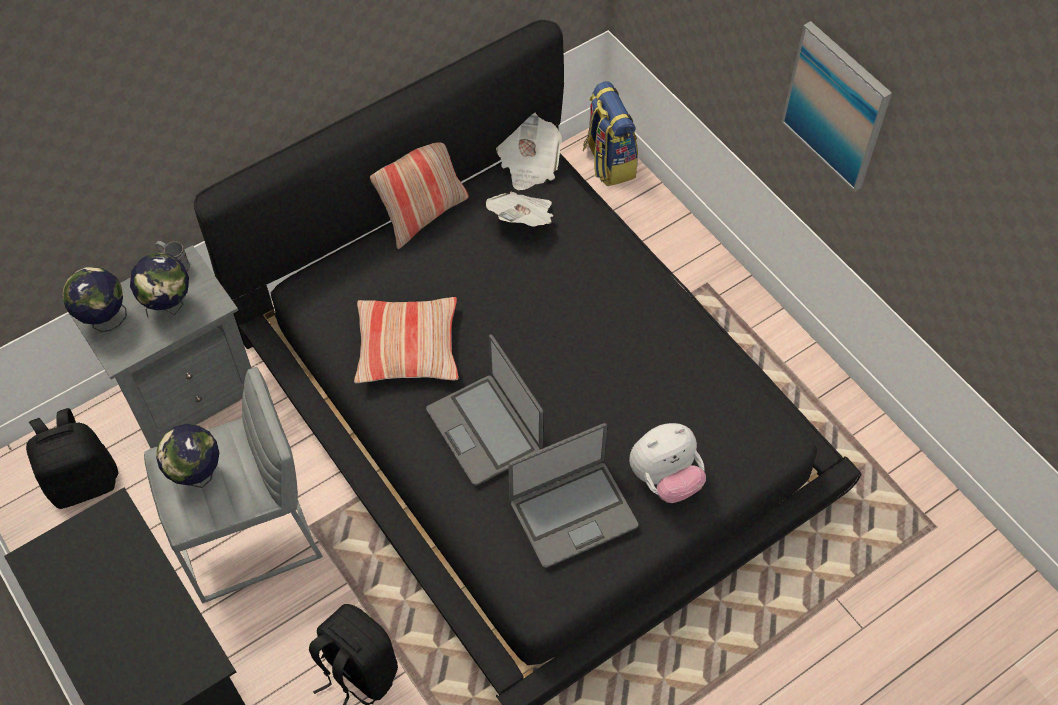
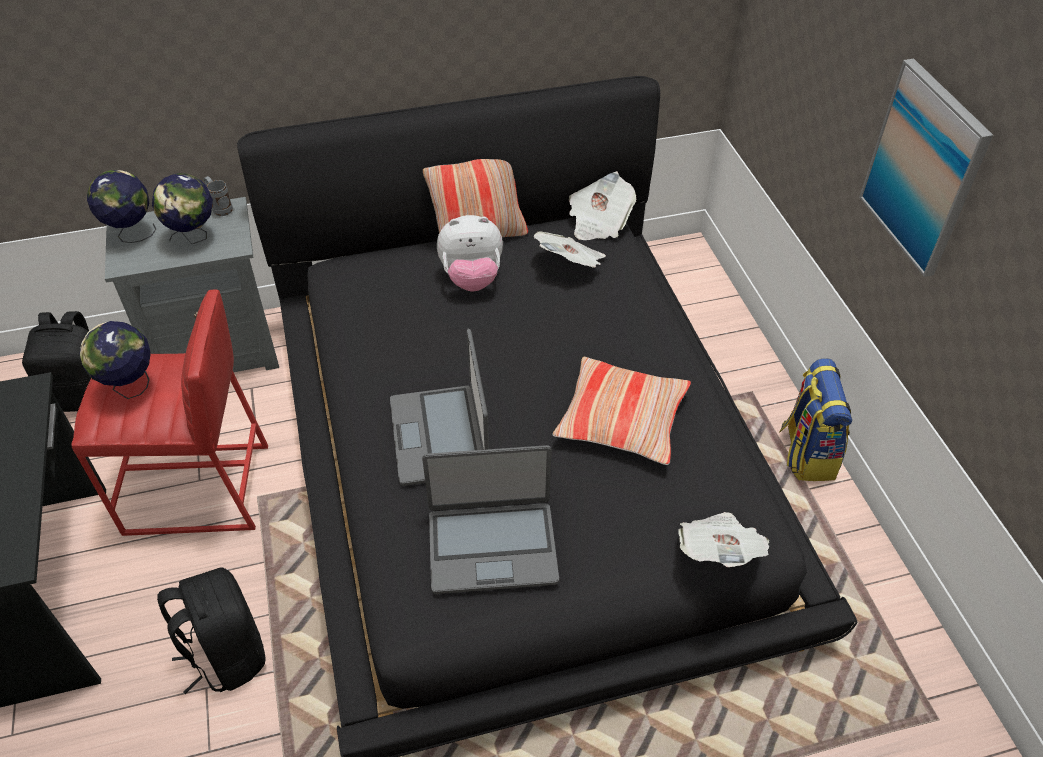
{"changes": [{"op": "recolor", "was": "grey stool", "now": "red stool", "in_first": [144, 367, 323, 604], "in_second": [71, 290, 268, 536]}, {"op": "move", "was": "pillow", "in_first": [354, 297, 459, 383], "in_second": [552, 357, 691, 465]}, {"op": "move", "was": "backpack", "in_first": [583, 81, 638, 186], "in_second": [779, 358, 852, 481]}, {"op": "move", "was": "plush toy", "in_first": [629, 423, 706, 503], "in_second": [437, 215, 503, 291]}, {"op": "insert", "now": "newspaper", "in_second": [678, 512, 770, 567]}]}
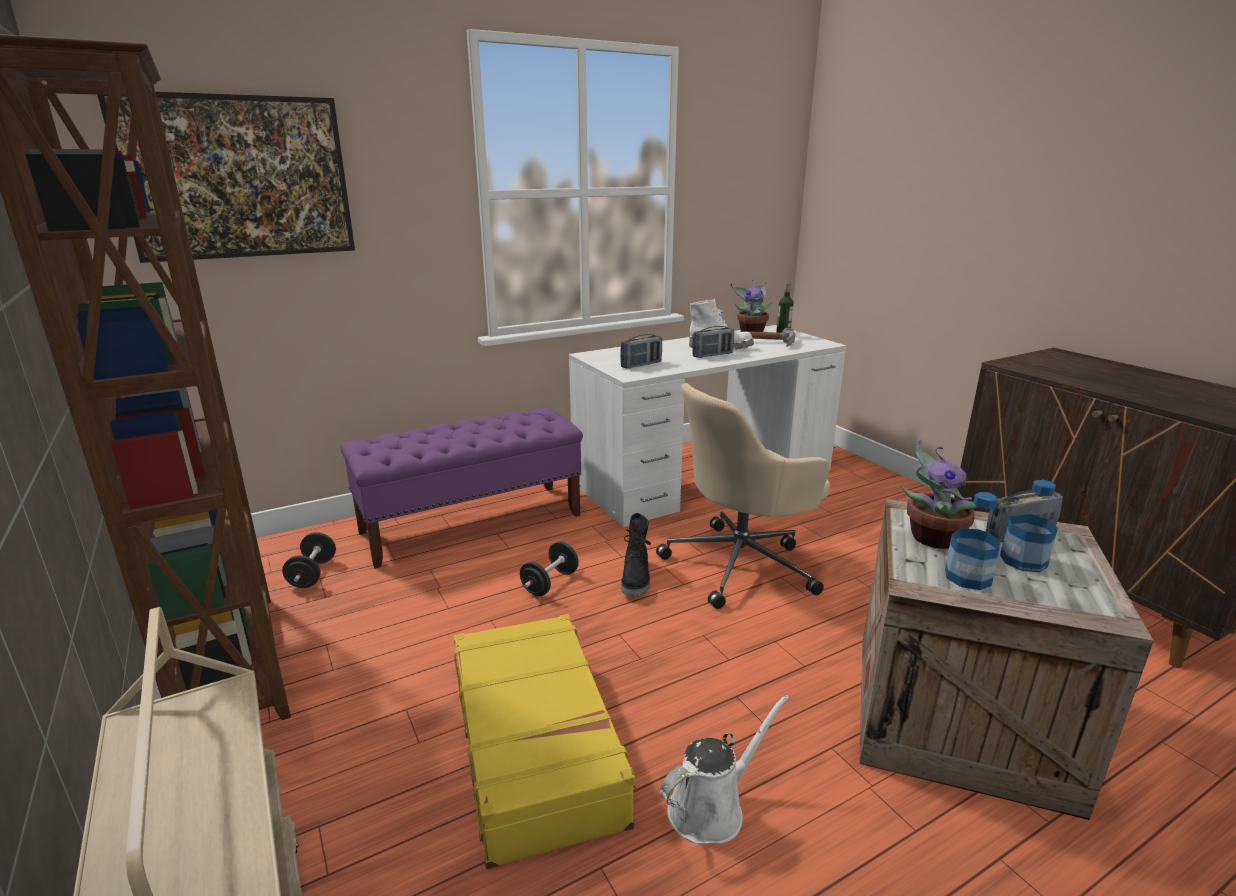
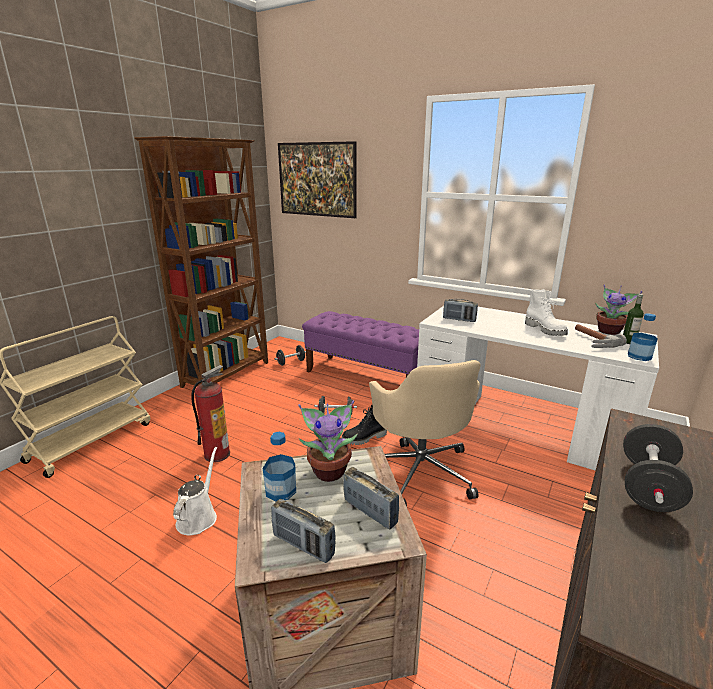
{"changes": [{"op": "replace", "was": "yellow suitcase", "now": "fire extinguisher", "in_first": [454, 614, 637, 869], "in_second": [191, 365, 230, 462]}, {"op": "rotate", "was": "beige office chair", "in_first": [656, 383, 830, 609], "in_second": [369, 360, 481, 506], "clockwise": -135}, {"op": "rotate", "was": "white watering can", "in_first": [660, 694, 789, 844], "in_second": [173, 447, 217, 535], "clockwise": -105}, {"op": "move", "was": "radio", "in_first": [692, 326, 734, 358], "in_second": [271, 499, 336, 563]}, {"op": "move", "was": "bottle", "in_first": [1000, 480, 1058, 572], "in_second": [628, 313, 658, 361]}, {"op": "insert", "now": "black dumbbell", "in_second": [623, 424, 693, 512]}]}
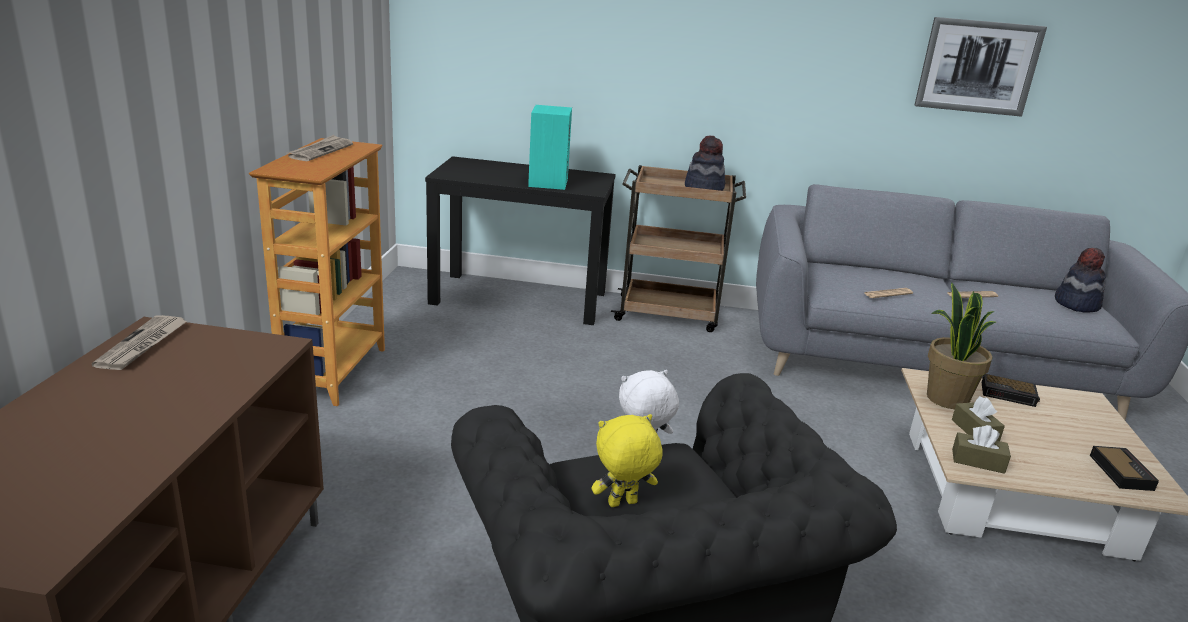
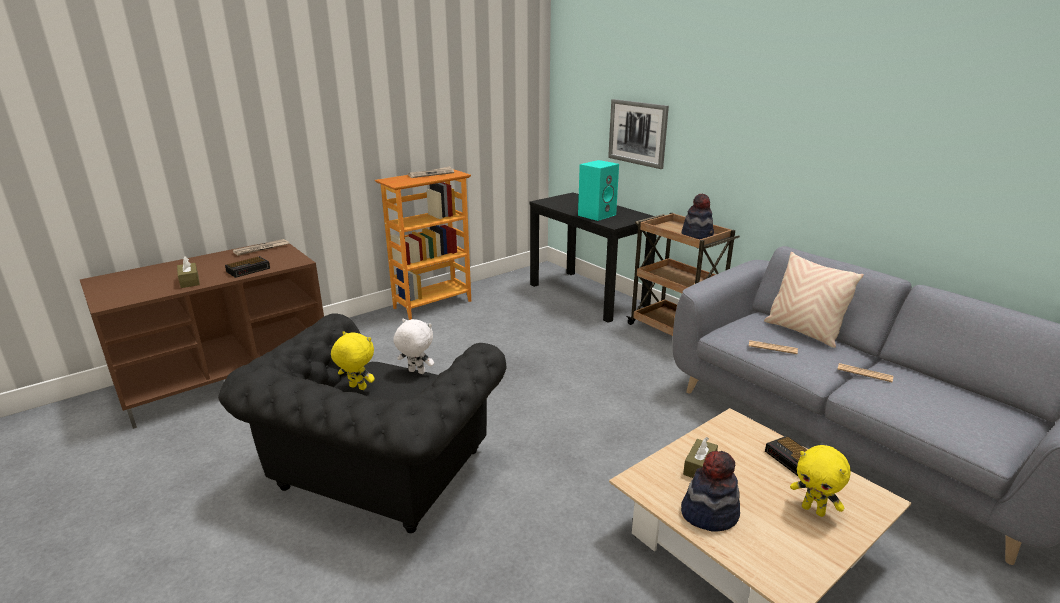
{"changes": [{"op": "move", "was": "picture", "in_first": [914, 17, 1047, 117], "in_second": [608, 99, 669, 169]}, {"op": "delete", "was": "potted plant", "in_first": [927, 282, 996, 409]}, {"op": "move", "was": "brown tissue box", "in_first": [952, 425, 1011, 474], "in_second": [177, 256, 200, 288]}, {"op": "move", "was": "hat", "in_first": [1055, 248, 1106, 313], "in_second": [681, 451, 740, 532]}, {"op": "move", "was": "alarm clock", "in_first": [1090, 446, 1159, 491], "in_second": [225, 256, 270, 278]}, {"op": "insert", "now": "beige pillow", "in_second": [764, 252, 864, 348]}, {"op": "insert", "now": "yellow plush toy", "in_second": [790, 445, 851, 517]}]}
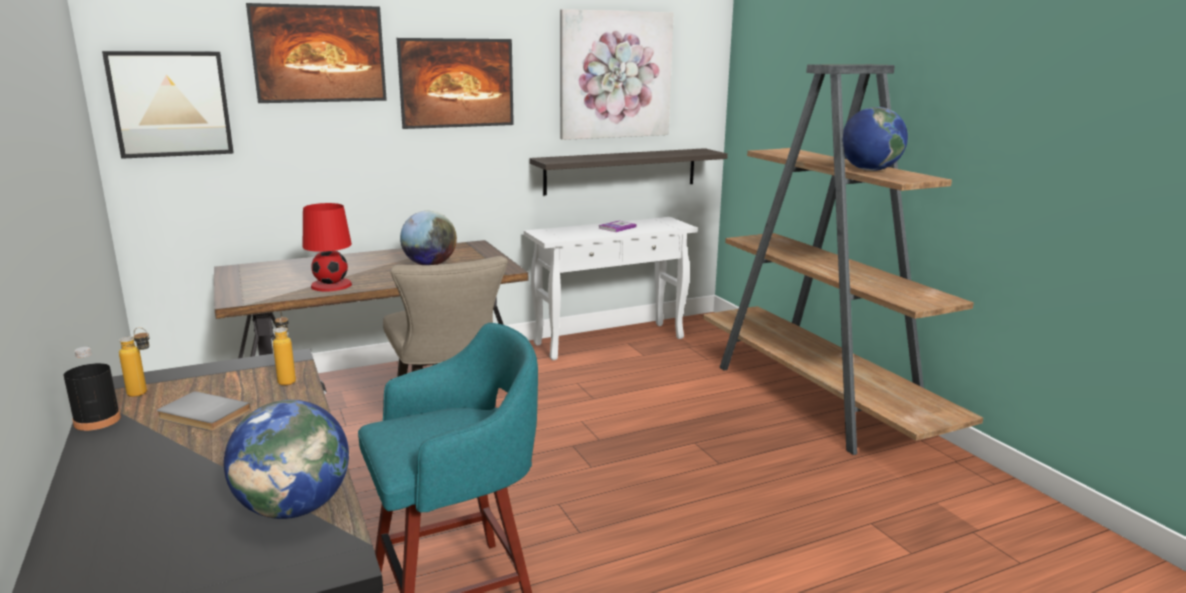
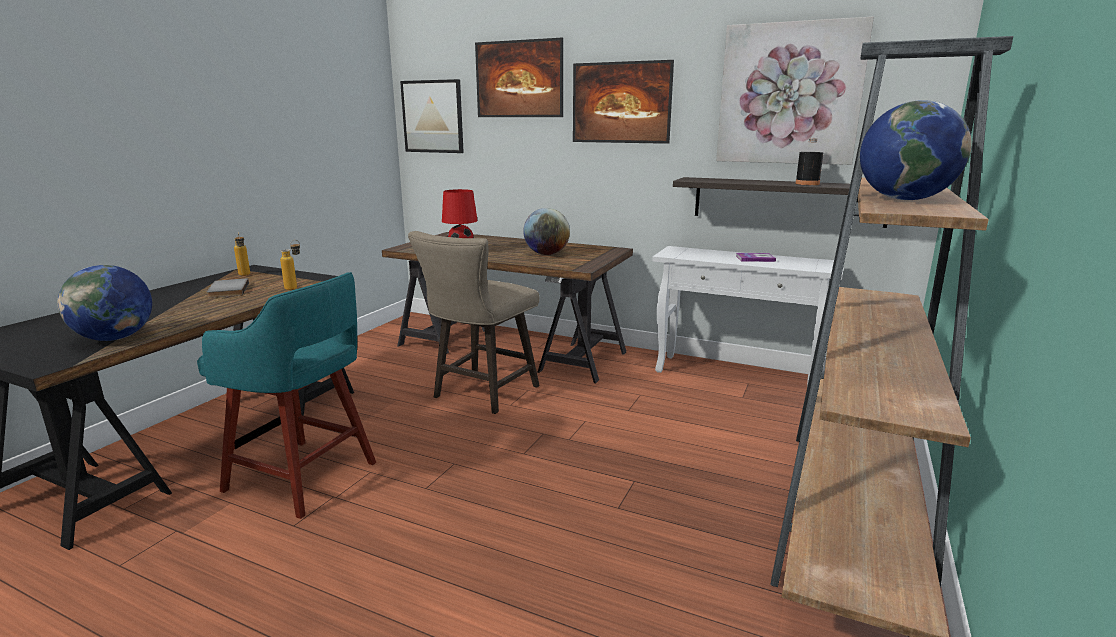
{"changes": [{"op": "move", "was": "black bottle", "in_first": [63, 347, 121, 431], "in_second": [795, 138, 823, 185]}]}
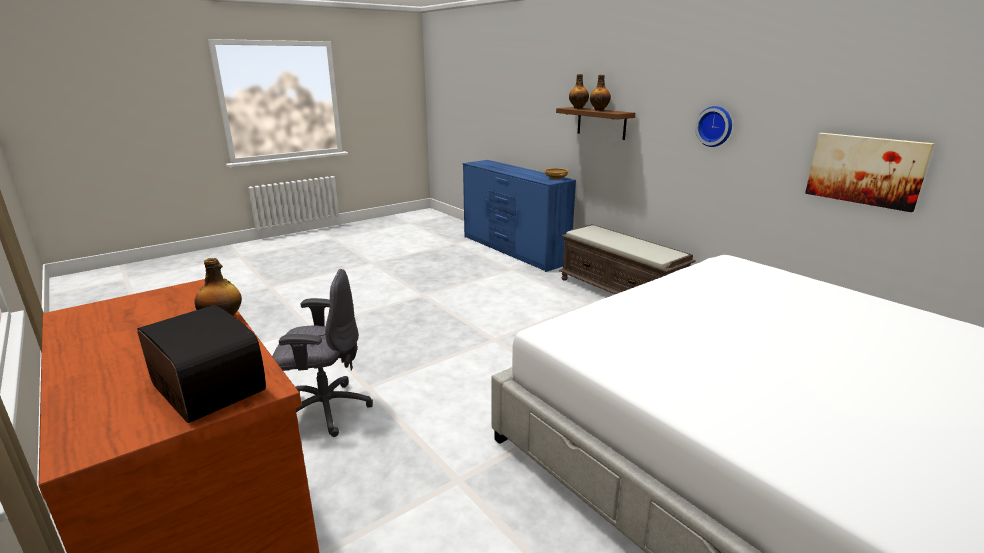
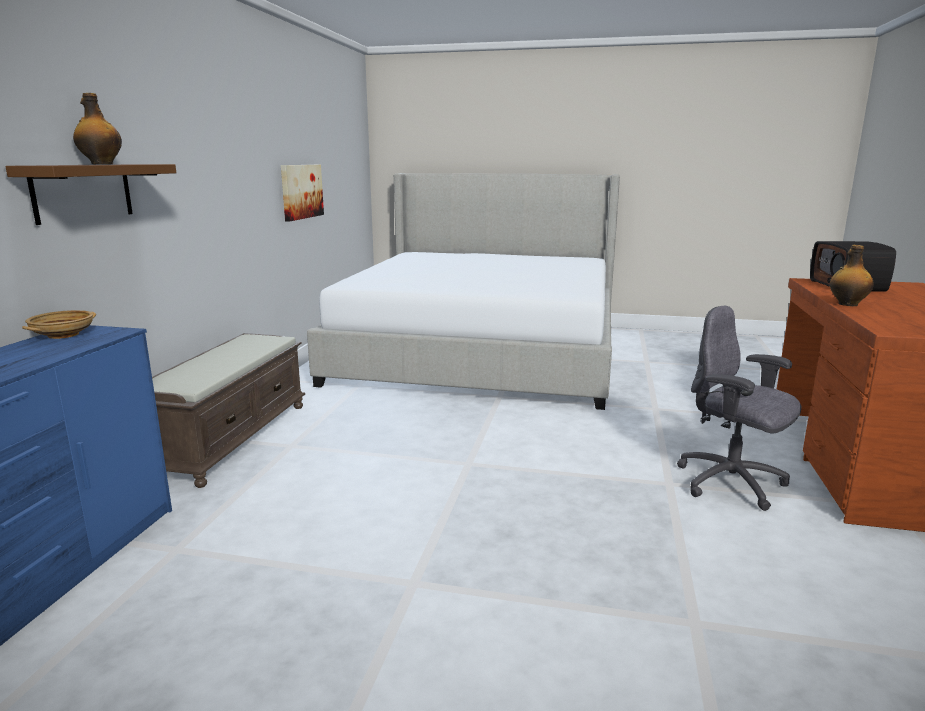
{"changes": [{"op": "delete", "was": "bottle", "in_first": [569, 74, 589, 109]}, {"op": "delete", "was": "wall clock", "in_first": [695, 106, 732, 147]}]}
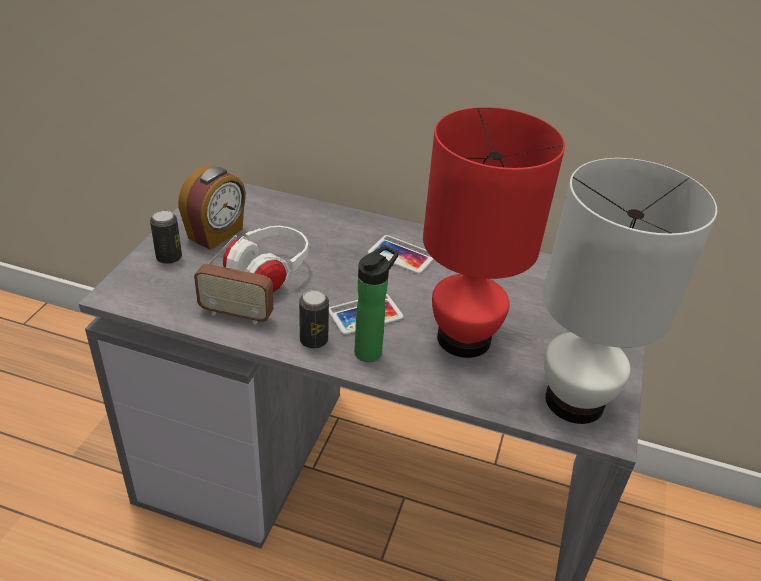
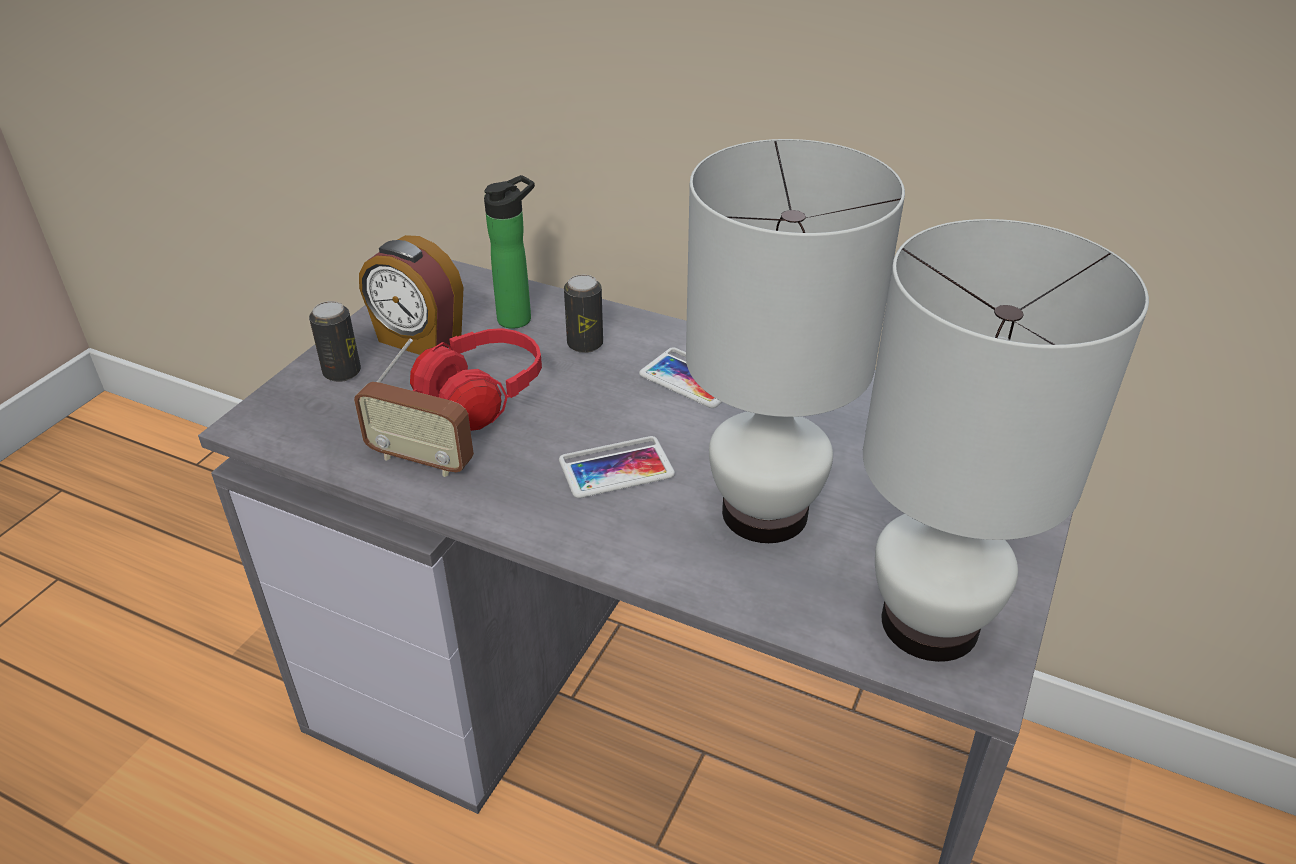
{"changes": [{"op": "rotate", "was": "alarm clock", "in_first": [178, 165, 246, 250], "in_second": [359, 235, 464, 355], "clockwise": 75}, {"op": "recolor", "was": "white headphones", "now": "red headphones", "in_first": [223, 226, 309, 292], "in_second": [410, 328, 542, 431]}, {"op": "move", "was": "can", "in_first": [299, 290, 329, 349], "in_second": [564, 275, 603, 353]}, {"op": "move", "was": "bottle", "in_first": [354, 245, 399, 362], "in_second": [484, 175, 535, 329]}, {"op": "recolor", "was": "red table lamp", "now": "white table lamp", "in_first": [423, 107, 565, 358], "in_second": [686, 139, 905, 543]}]}
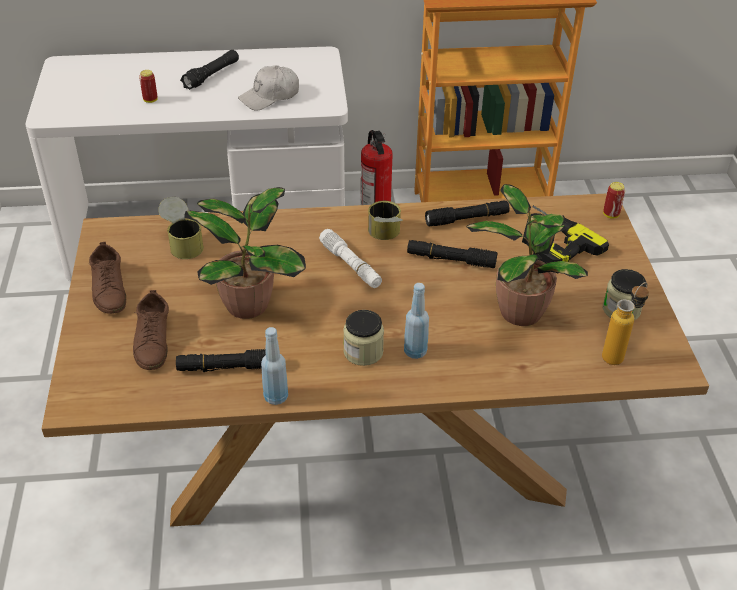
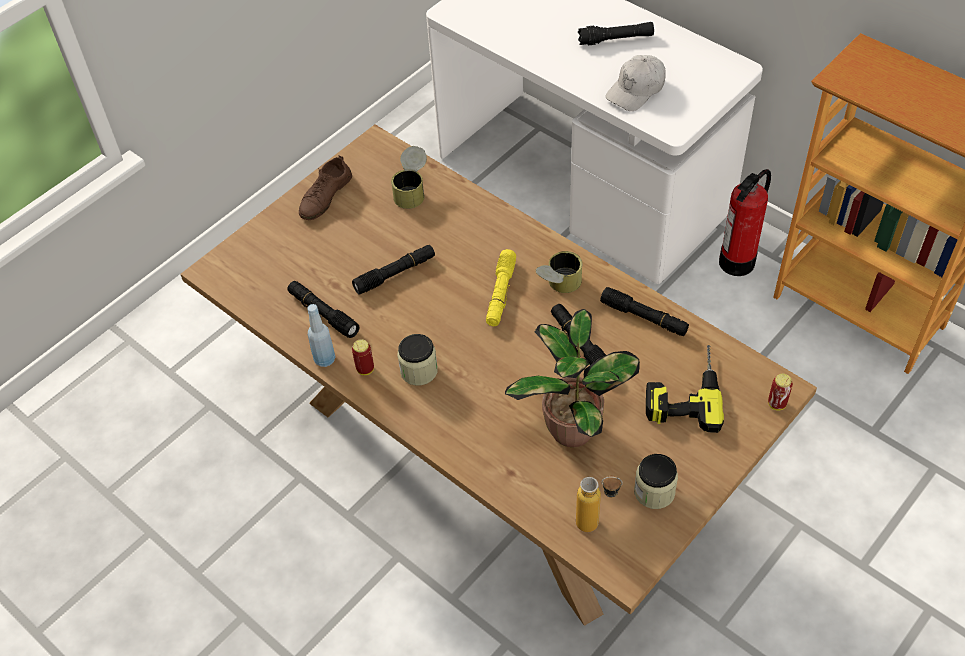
{"changes": [{"op": "delete", "was": "brown shoe", "in_first": [133, 290, 169, 370]}, {"op": "move", "was": "can", "in_first": [139, 70, 158, 103], "in_second": [352, 339, 374, 375]}, {"op": "replace", "was": "potted plant", "now": "black flashlight", "in_first": [184, 187, 306, 319], "in_second": [352, 245, 435, 294]}, {"op": "rotate", "was": "white cap", "in_first": [238, 65, 299, 111], "in_second": [605, 55, 666, 111], "clockwise": -60}, {"op": "recolor", "was": "white flashlight", "now": "yellow flashlight", "in_first": [319, 229, 382, 288], "in_second": [486, 249, 516, 326]}, {"op": "delete", "was": "blue bottle", "in_first": [404, 283, 429, 359]}]}
